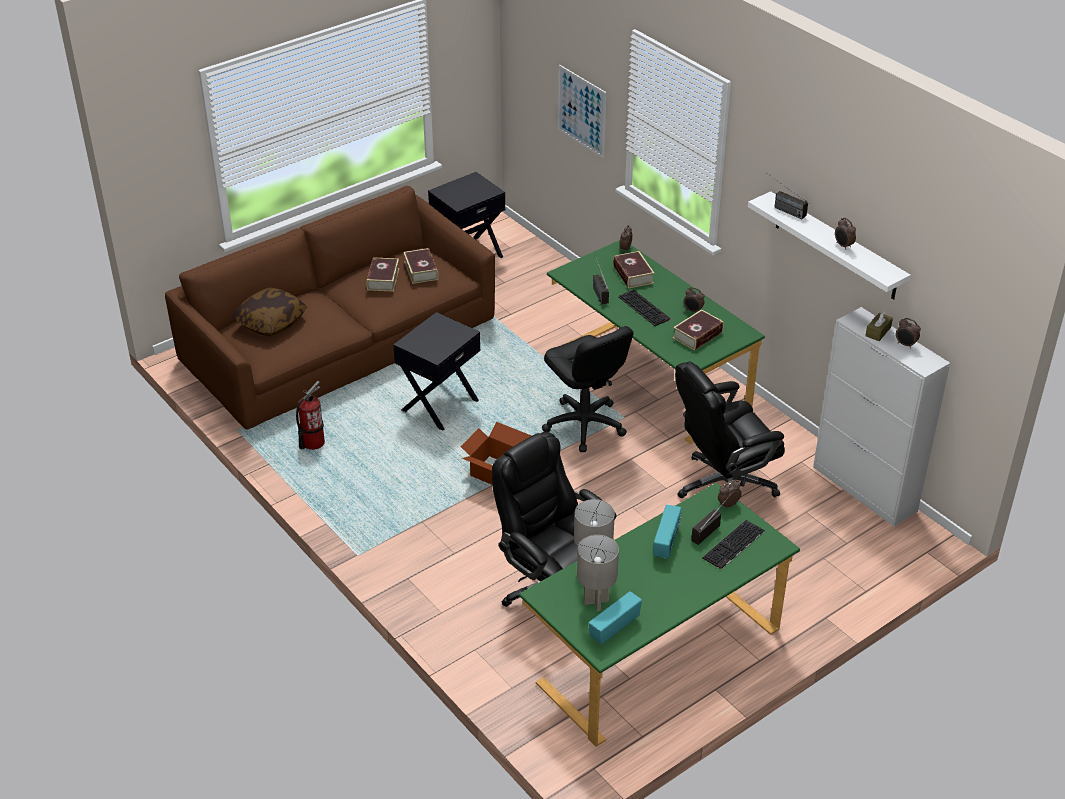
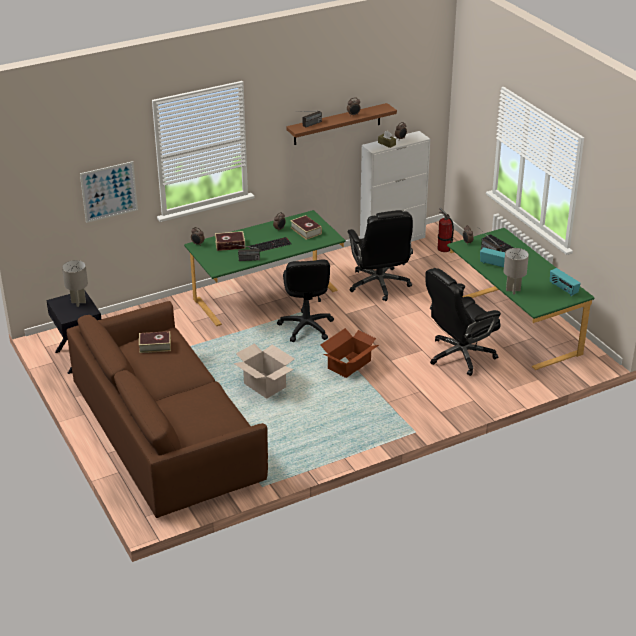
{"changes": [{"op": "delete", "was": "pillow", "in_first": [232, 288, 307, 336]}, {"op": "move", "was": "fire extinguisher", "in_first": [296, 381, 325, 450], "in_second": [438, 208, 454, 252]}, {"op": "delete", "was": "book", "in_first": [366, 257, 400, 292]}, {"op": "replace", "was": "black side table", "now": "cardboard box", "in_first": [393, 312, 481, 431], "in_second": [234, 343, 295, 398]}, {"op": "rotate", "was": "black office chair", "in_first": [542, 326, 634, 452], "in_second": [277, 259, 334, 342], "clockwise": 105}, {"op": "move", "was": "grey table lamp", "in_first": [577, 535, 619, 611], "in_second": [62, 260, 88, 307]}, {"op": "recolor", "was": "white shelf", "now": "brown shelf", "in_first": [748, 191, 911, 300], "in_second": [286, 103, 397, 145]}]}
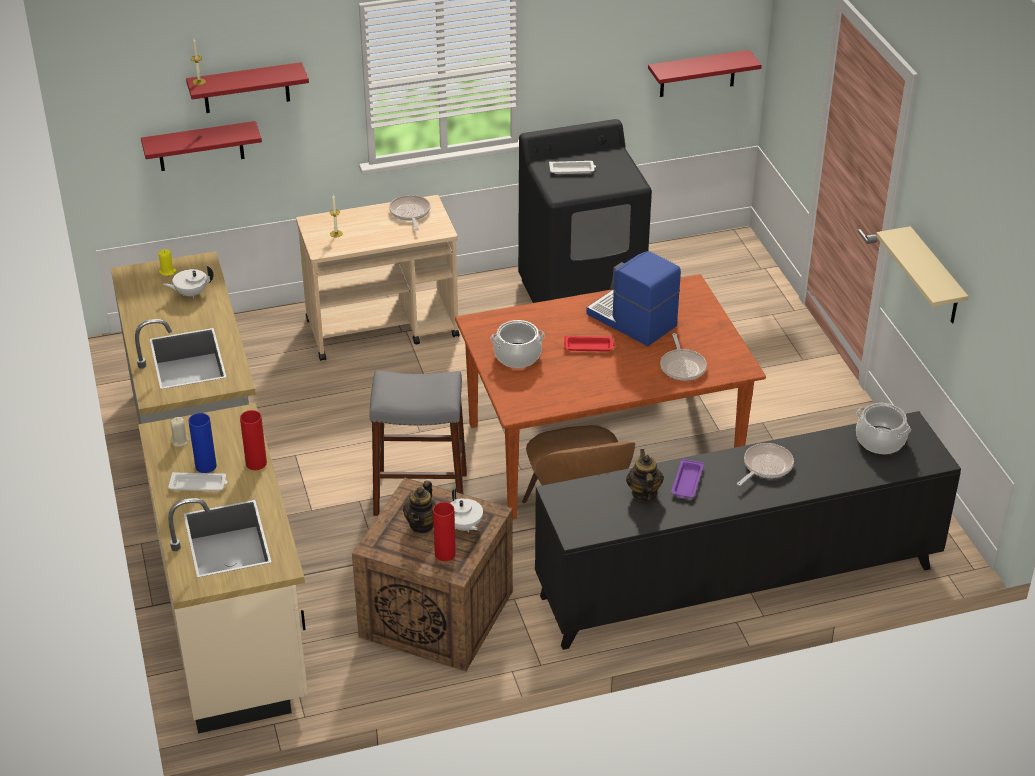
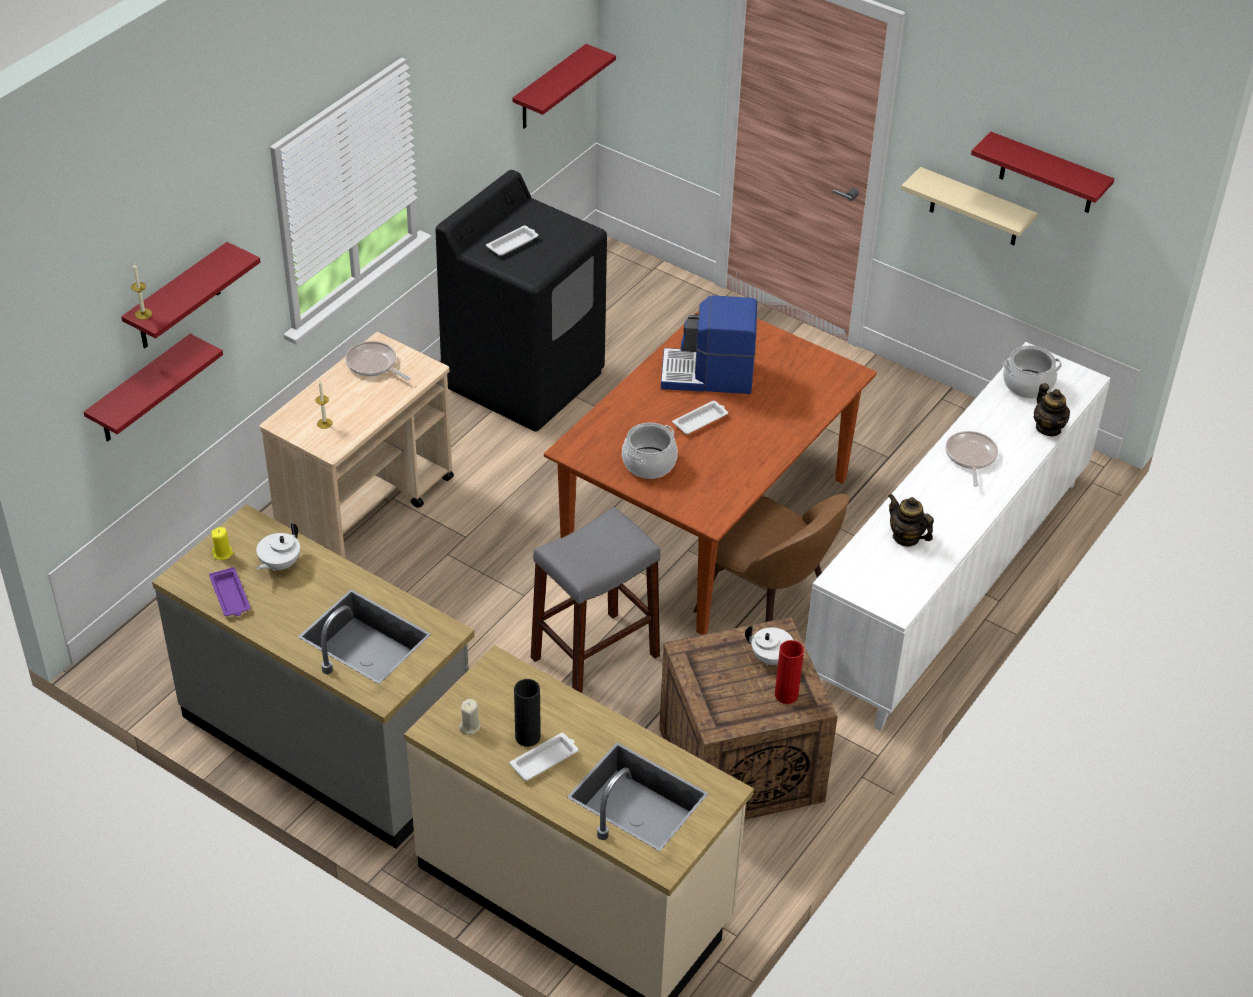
{"changes": [{"op": "recolor", "was": "blue vase", "now": "black vase", "in_first": [189, 413, 216, 473], "in_second": [514, 679, 541, 747]}, {"op": "delete", "was": "red vase", "in_first": [240, 410, 267, 470]}, {"op": "move", "was": "teapot", "in_first": [403, 480, 436, 533], "in_second": [1034, 383, 1070, 436]}, {"op": "recolor", "was": "black cabinet", "now": "white cabinet", "in_first": [535, 411, 961, 650], "in_second": [805, 342, 1110, 730]}, {"op": "recolor", "was": "red tray", "now": "white tray", "in_first": [564, 336, 615, 351], "in_second": [672, 401, 728, 434]}, {"op": "delete", "was": "frying pan", "in_first": [660, 333, 707, 380]}, {"op": "move", "was": "purple tray", "in_first": [671, 459, 704, 498], "in_second": [209, 567, 251, 616]}, {"op": "insert", "now": "red shelf", "in_second": [971, 132, 1114, 213]}]}
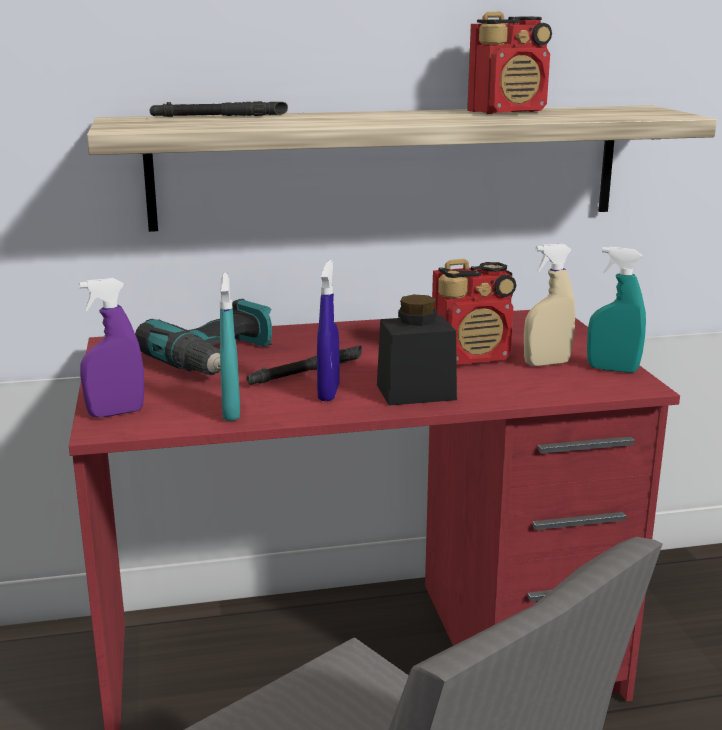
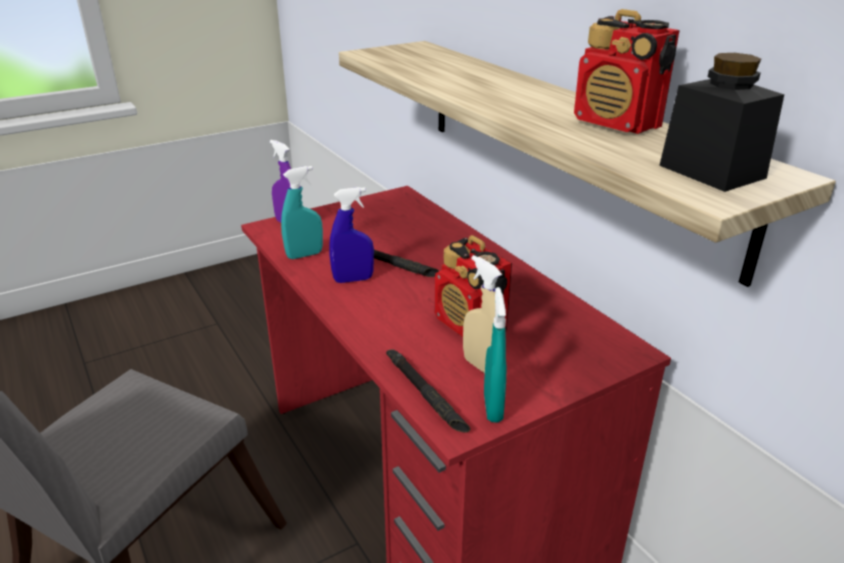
{"changes": [{"op": "delete", "was": "power drill", "in_first": [135, 299, 272, 375]}, {"op": "move", "was": "black flashlight", "in_first": [150, 101, 288, 117], "in_second": [386, 349, 470, 433]}, {"op": "move", "was": "black jar", "in_first": [377, 295, 457, 406], "in_second": [659, 53, 784, 192]}]}
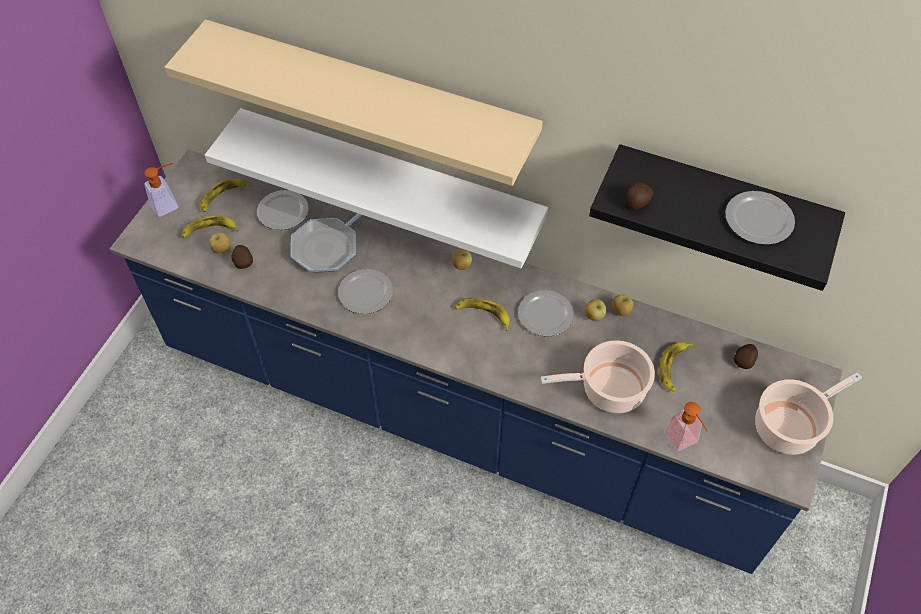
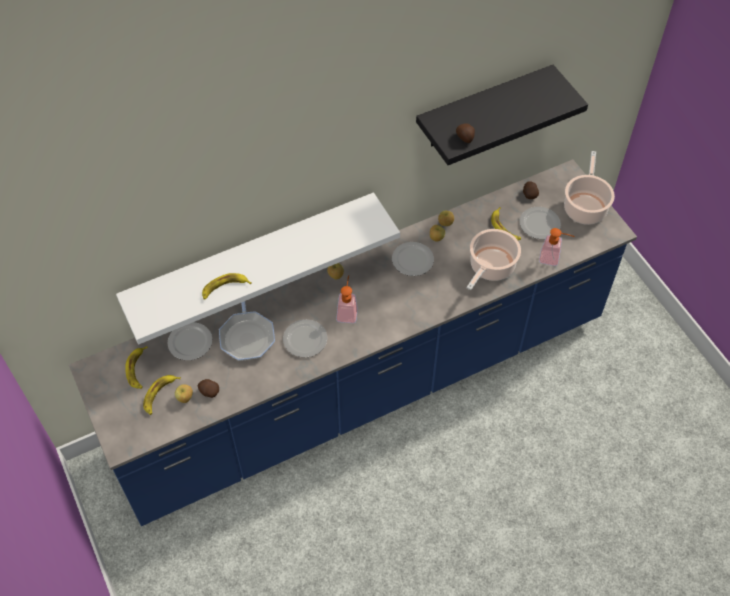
{"changes": [{"op": "move", "was": "soap dispenser", "in_first": [144, 163, 178, 217], "in_second": [336, 275, 358, 323]}, {"op": "delete", "was": "beige shelf", "in_first": [165, 19, 543, 186]}, {"op": "move", "was": "banana", "in_first": [455, 298, 510, 331], "in_second": [202, 273, 252, 299]}, {"op": "move", "was": "plate", "in_first": [725, 191, 795, 245], "in_second": [519, 207, 561, 239]}]}
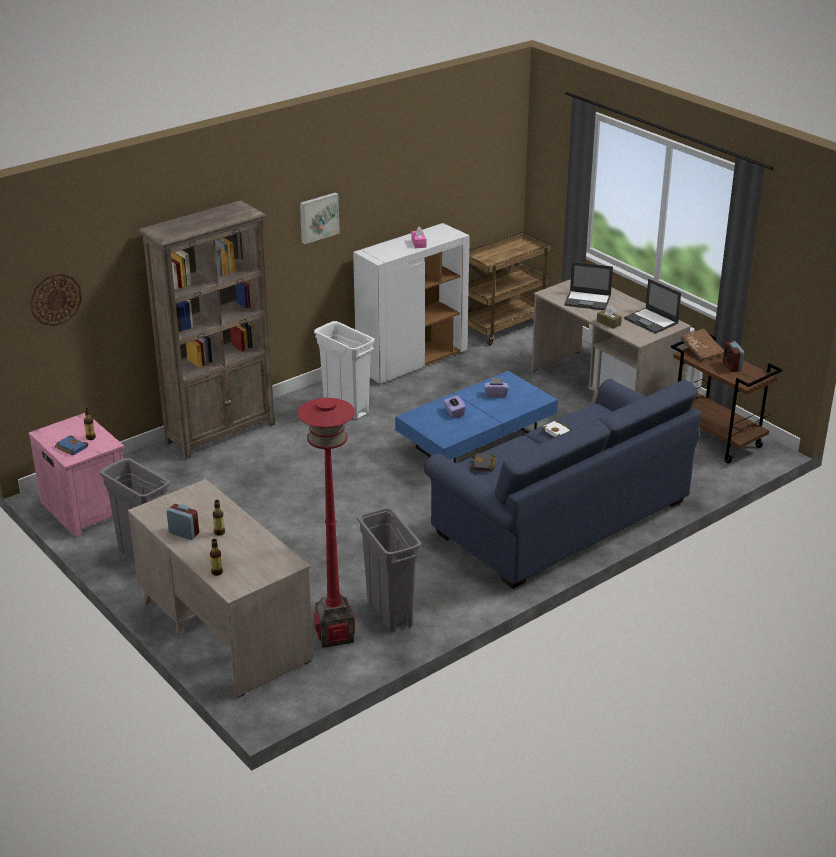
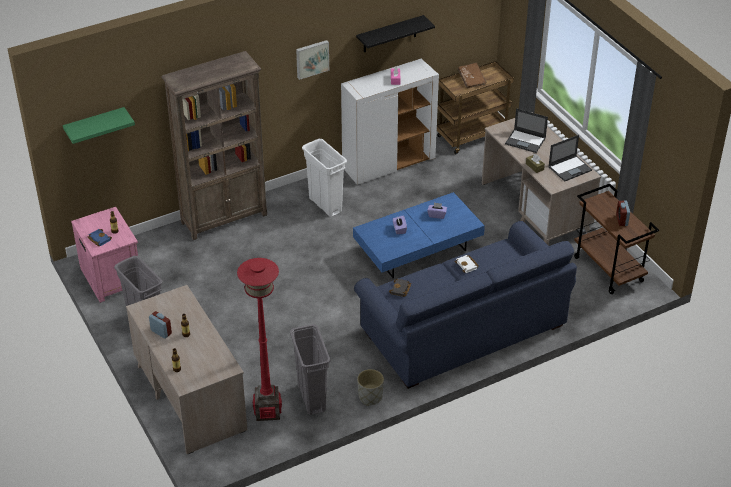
{"changes": [{"op": "replace", "was": "wall clock", "now": "green shelf", "in_first": [30, 273, 82, 327], "in_second": [63, 107, 135, 144]}, {"op": "rotate", "was": "laptop", "in_first": [624, 279, 681, 334], "in_second": [548, 135, 592, 182], "clockwise": -90}, {"op": "move", "was": "brown book", "in_first": [681, 328, 724, 362], "in_second": [458, 63, 487, 89]}, {"op": "insert", "now": "black shelf", "in_second": [356, 15, 435, 52]}, {"op": "insert", "now": "grey planter", "in_second": [357, 369, 384, 406]}]}
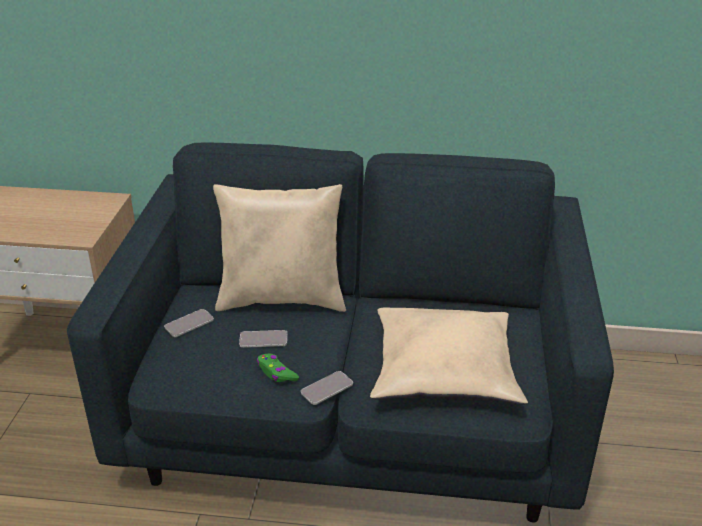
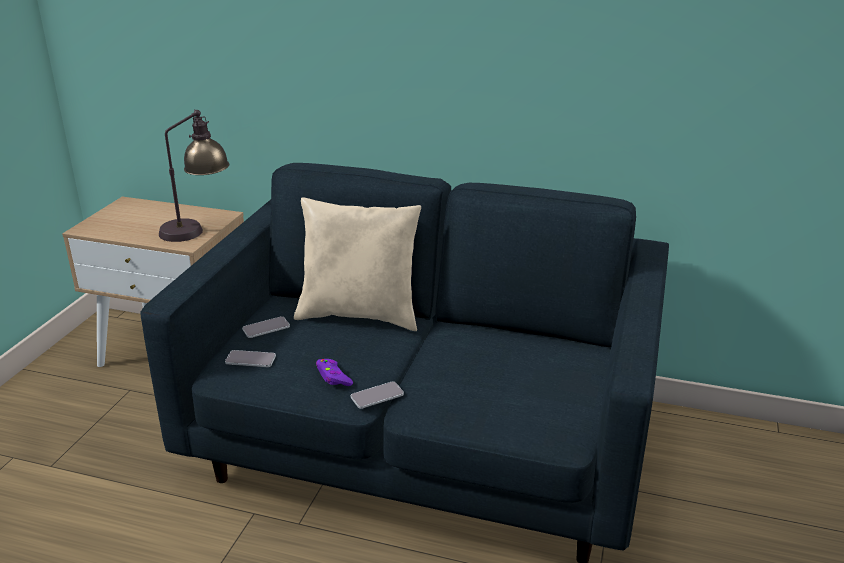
{"changes": [{"op": "move", "was": "phone", "in_first": [239, 330, 287, 348], "in_second": [225, 350, 276, 367]}, {"op": "recolor", "was": "green game controller", "now": "purple game controller", "in_first": [257, 353, 299, 382], "in_second": [316, 359, 353, 386]}, {"op": "delete", "was": "beige pillow", "in_first": [370, 308, 528, 405]}, {"op": "insert", "now": "table lamp", "in_second": [159, 109, 229, 242]}]}
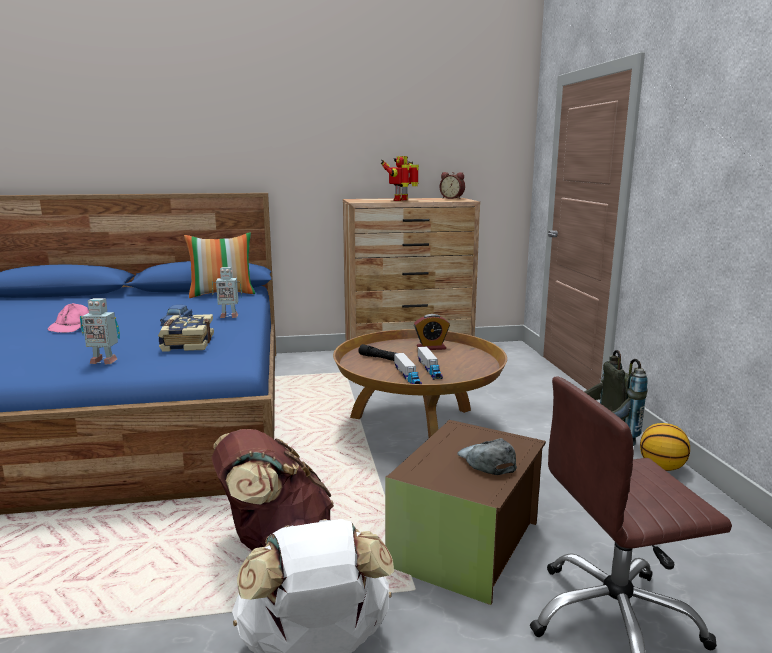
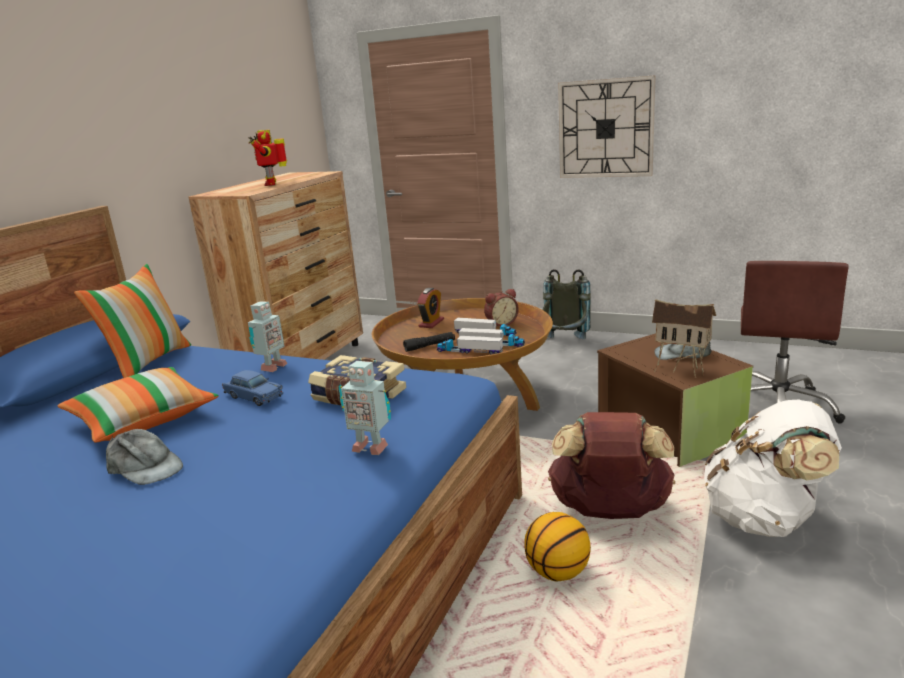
{"changes": [{"op": "recolor", "was": "pink cap", "now": "grey cap", "in_first": [47, 303, 89, 333], "in_second": [106, 429, 183, 485]}, {"op": "rotate", "was": "toy robot", "in_first": [80, 298, 120, 365], "in_second": [339, 361, 391, 455], "clockwise": 75}, {"op": "move", "was": "alarm clock", "in_first": [440, 172, 465, 199], "in_second": [484, 289, 519, 326]}, {"op": "move", "was": "basketball", "in_first": [640, 423, 690, 471], "in_second": [524, 512, 591, 581]}, {"op": "insert", "now": "pillow", "in_second": [58, 367, 218, 442]}, {"op": "insert", "now": "toy truck", "in_second": [437, 336, 503, 355]}, {"op": "insert", "now": "wall clock", "in_second": [558, 75, 655, 178]}, {"op": "insert", "now": "toy house", "in_second": [652, 299, 716, 378]}]}
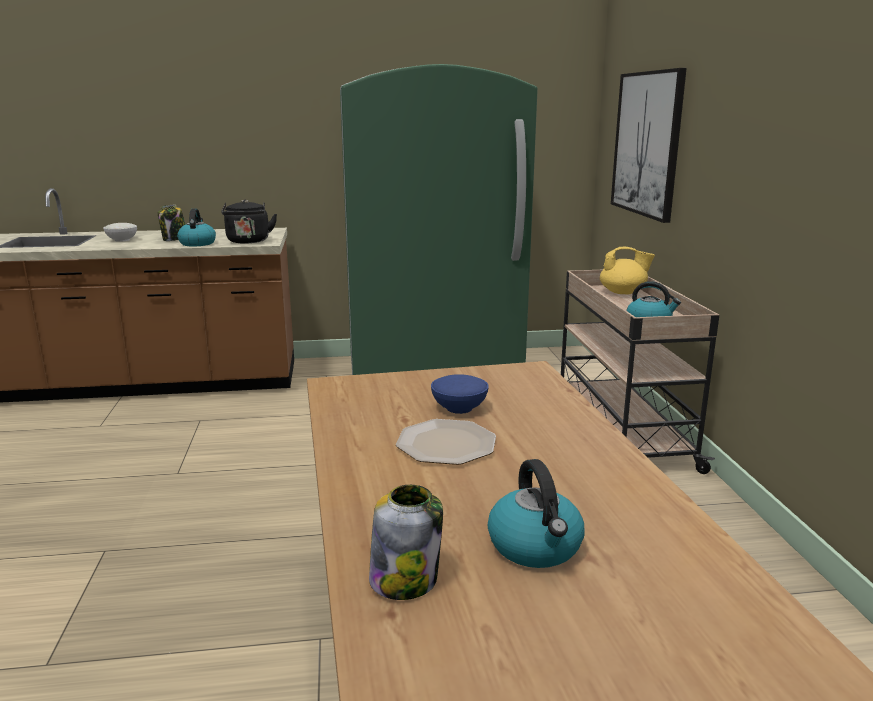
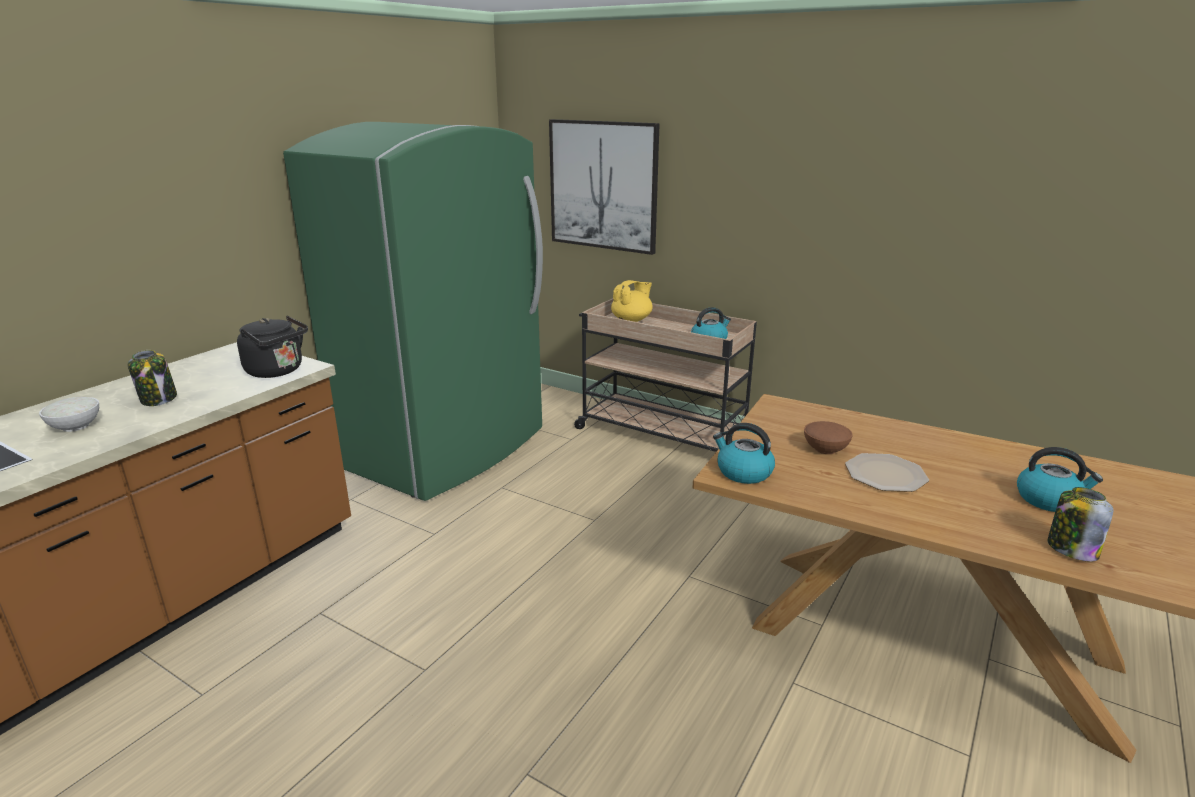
{"changes": [{"op": "move", "was": "kettle", "in_first": [177, 208, 216, 246], "in_second": [713, 423, 775, 484]}, {"op": "recolor", "was": "blue bowl", "now": "brown bowl", "in_first": [431, 374, 489, 414], "in_second": [804, 421, 853, 454]}]}
